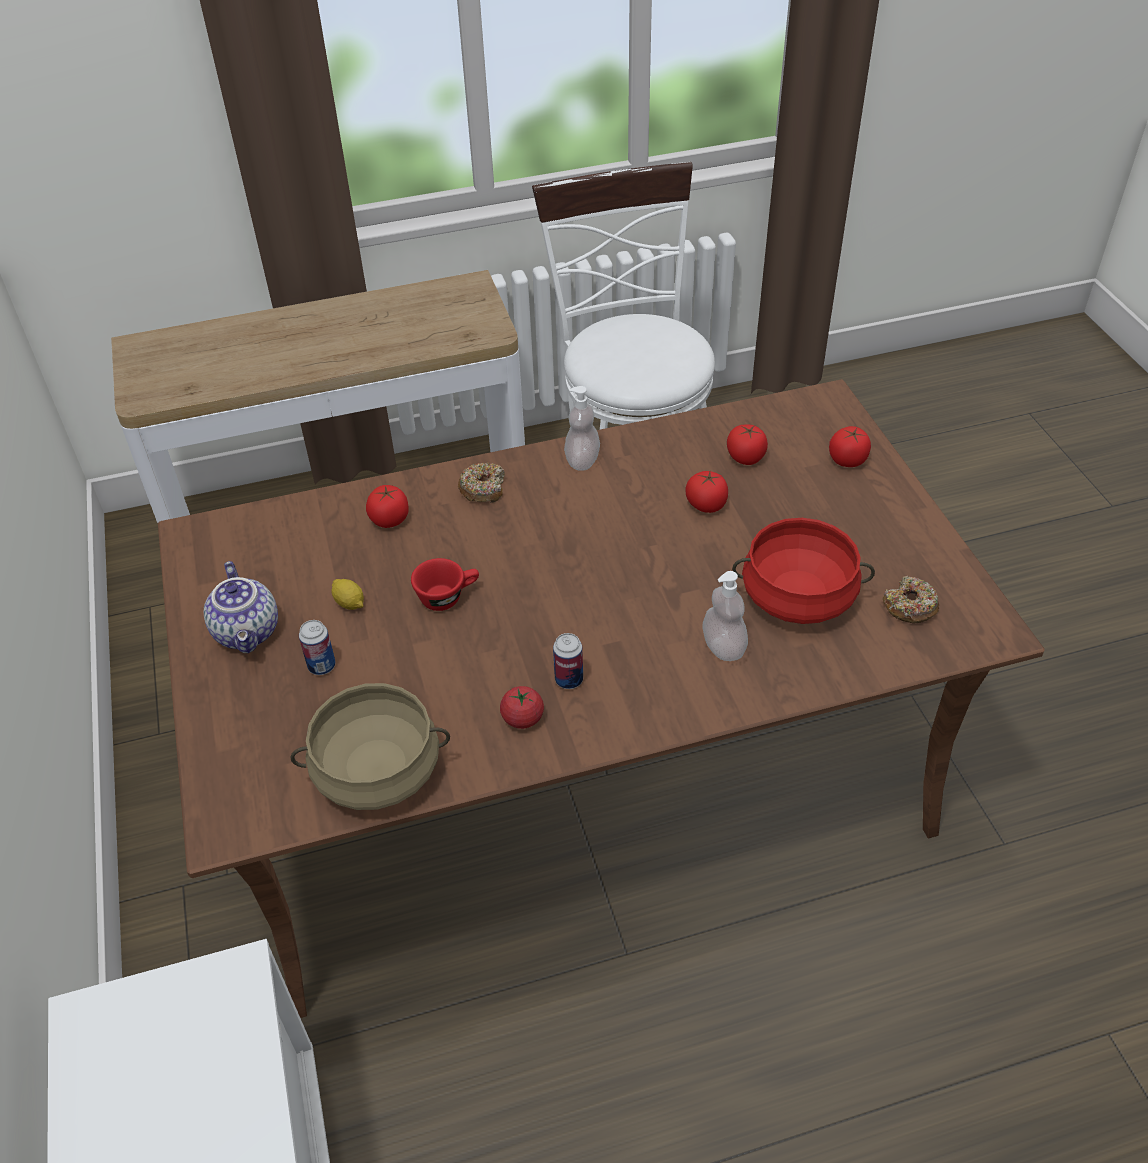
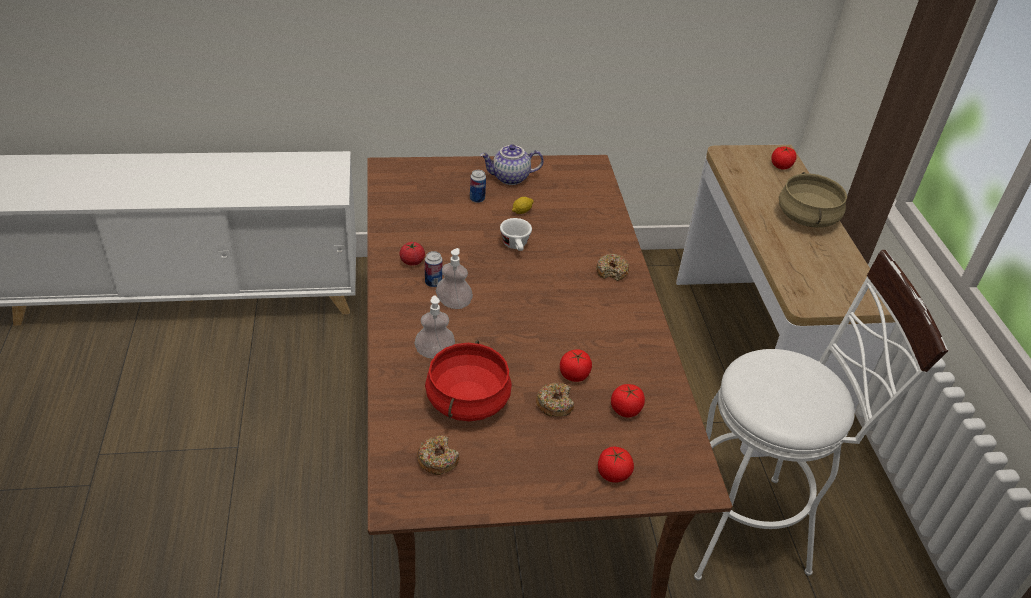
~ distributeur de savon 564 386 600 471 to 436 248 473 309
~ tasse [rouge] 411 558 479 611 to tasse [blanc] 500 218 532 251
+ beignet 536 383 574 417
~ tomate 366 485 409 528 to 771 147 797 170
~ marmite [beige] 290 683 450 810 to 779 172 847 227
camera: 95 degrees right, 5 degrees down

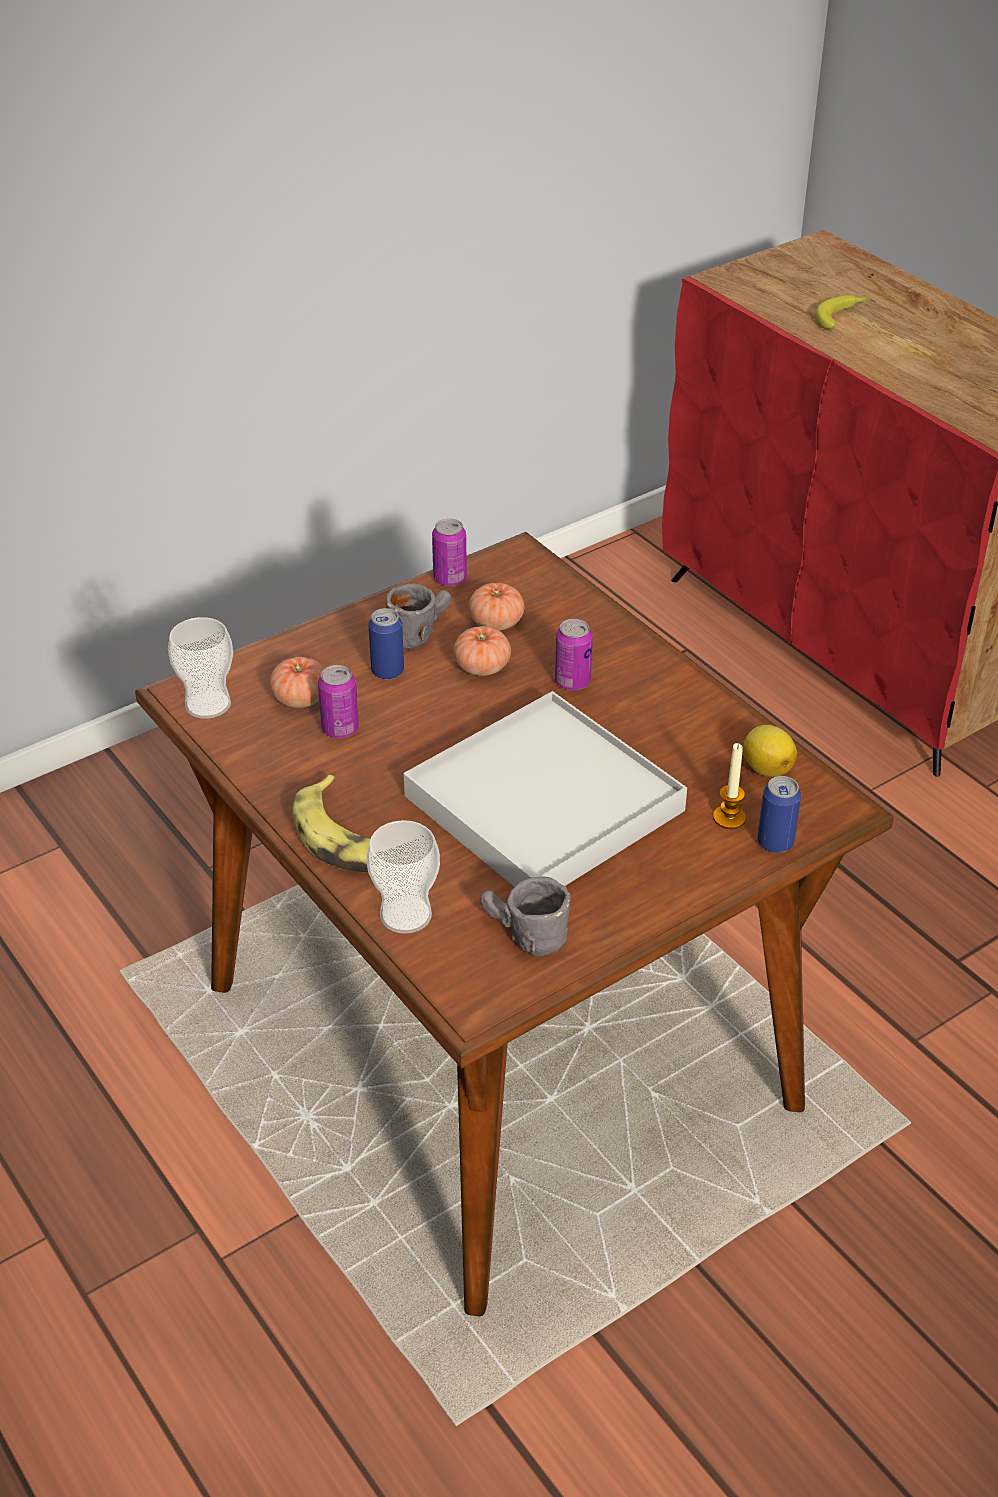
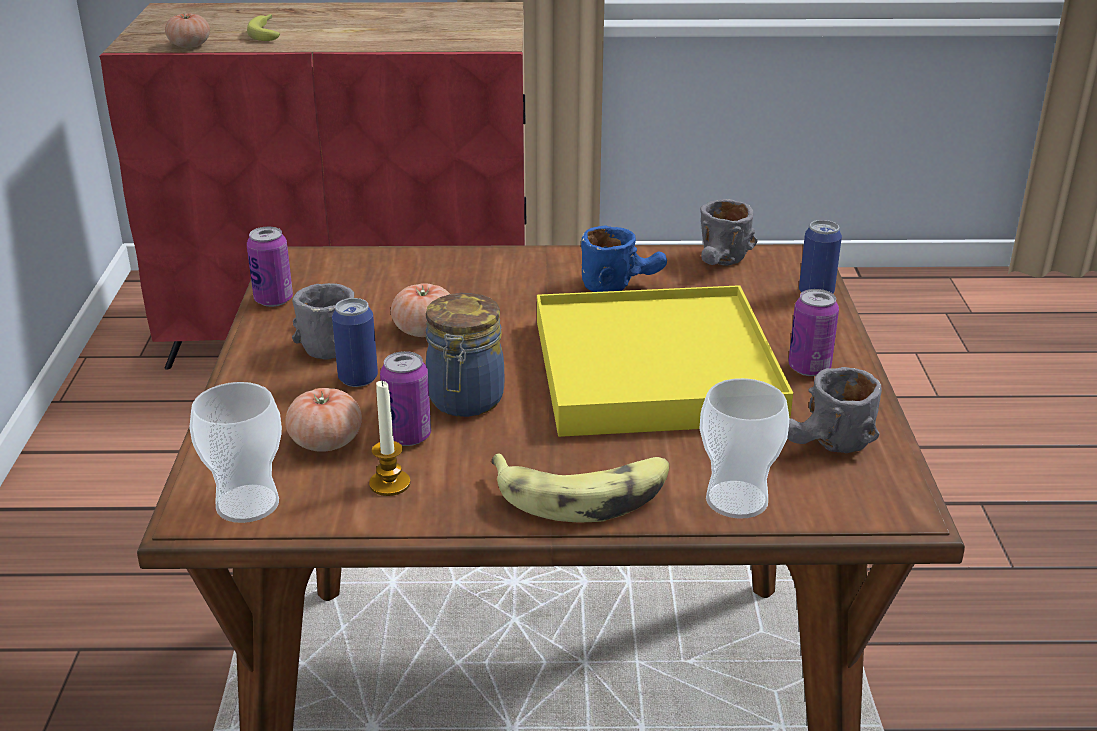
~ tomate 468 583 525 630 to 165 13 210 48
~ bougie 713 743 746 829 to 369 381 410 496
+ bocal 425 293 504 417
~ plateau [blanc] 403 691 687 887 to plateau [jaune] 537 285 793 437
+ mug [bleu] 581 225 667 292
~ citron 743 725 797 777 to mug [gris] 700 199 758 266
~ boîte métallique 555 619 593 690 to 788 289 839 376
camera: 55 degrees left, 10 degrees down

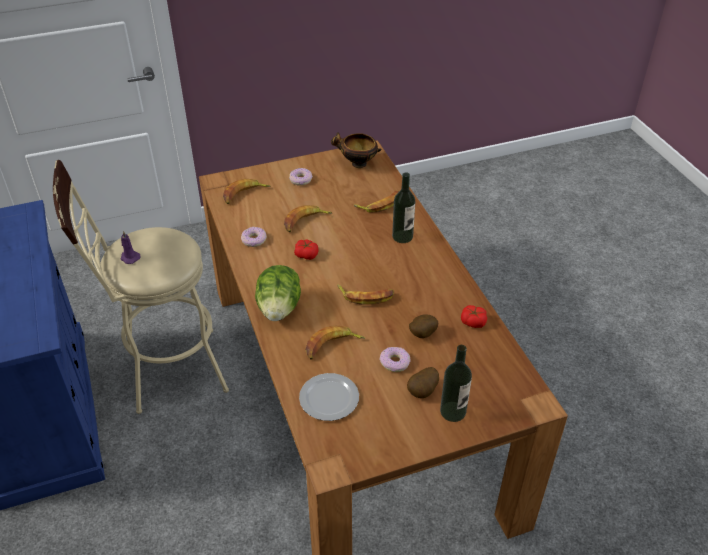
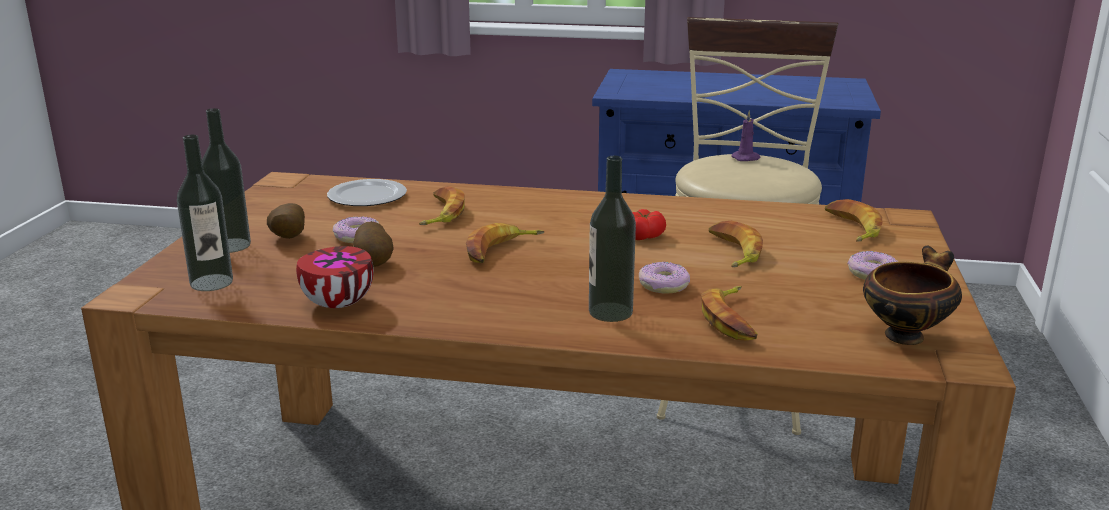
+ bouteille 177 135 233 291
~ tomate 461 305 487 328 to bol 296 246 374 308
~ beignet 241 227 267 247 to 639 262 690 294
- laitue 255 265 301 321
camera: 120 degrees right, 20 degrees down

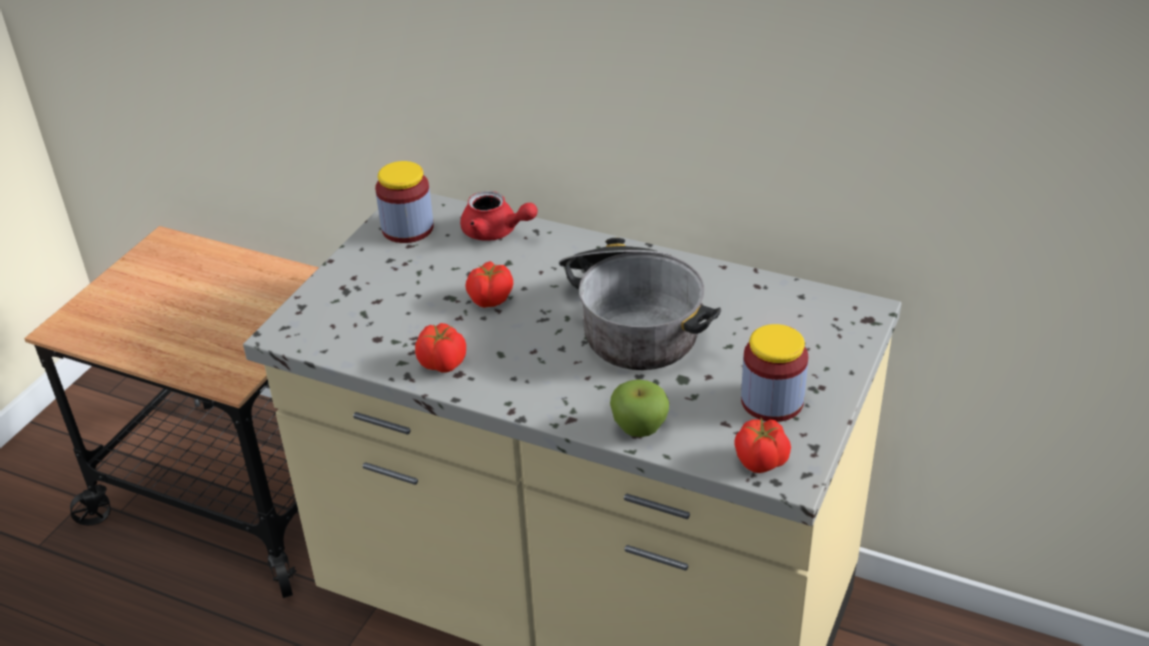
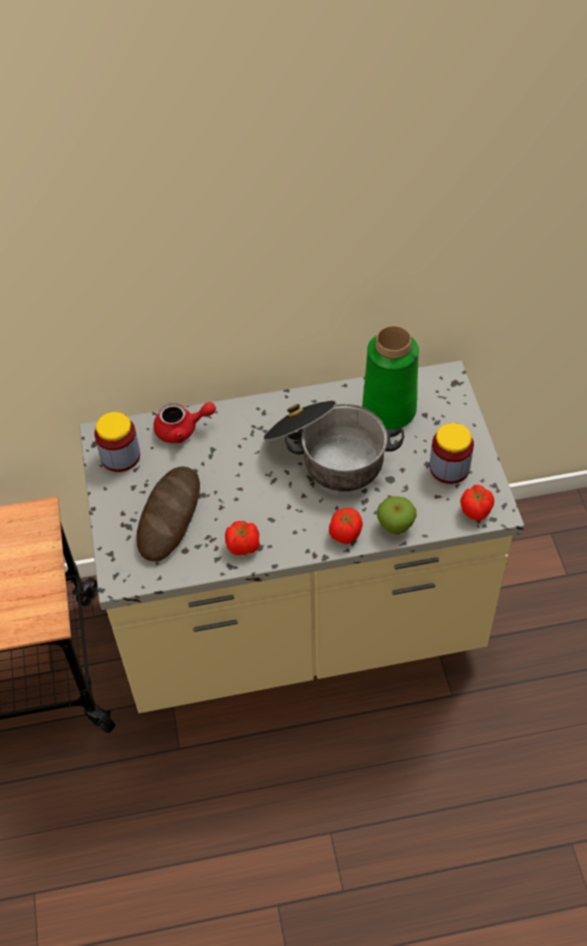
+ pain 136 466 200 562
~ tomate 465 261 513 308 to 329 508 363 544
+ vase [vert] 362 326 419 429
camera: 35 degrees left, 15 degrees up

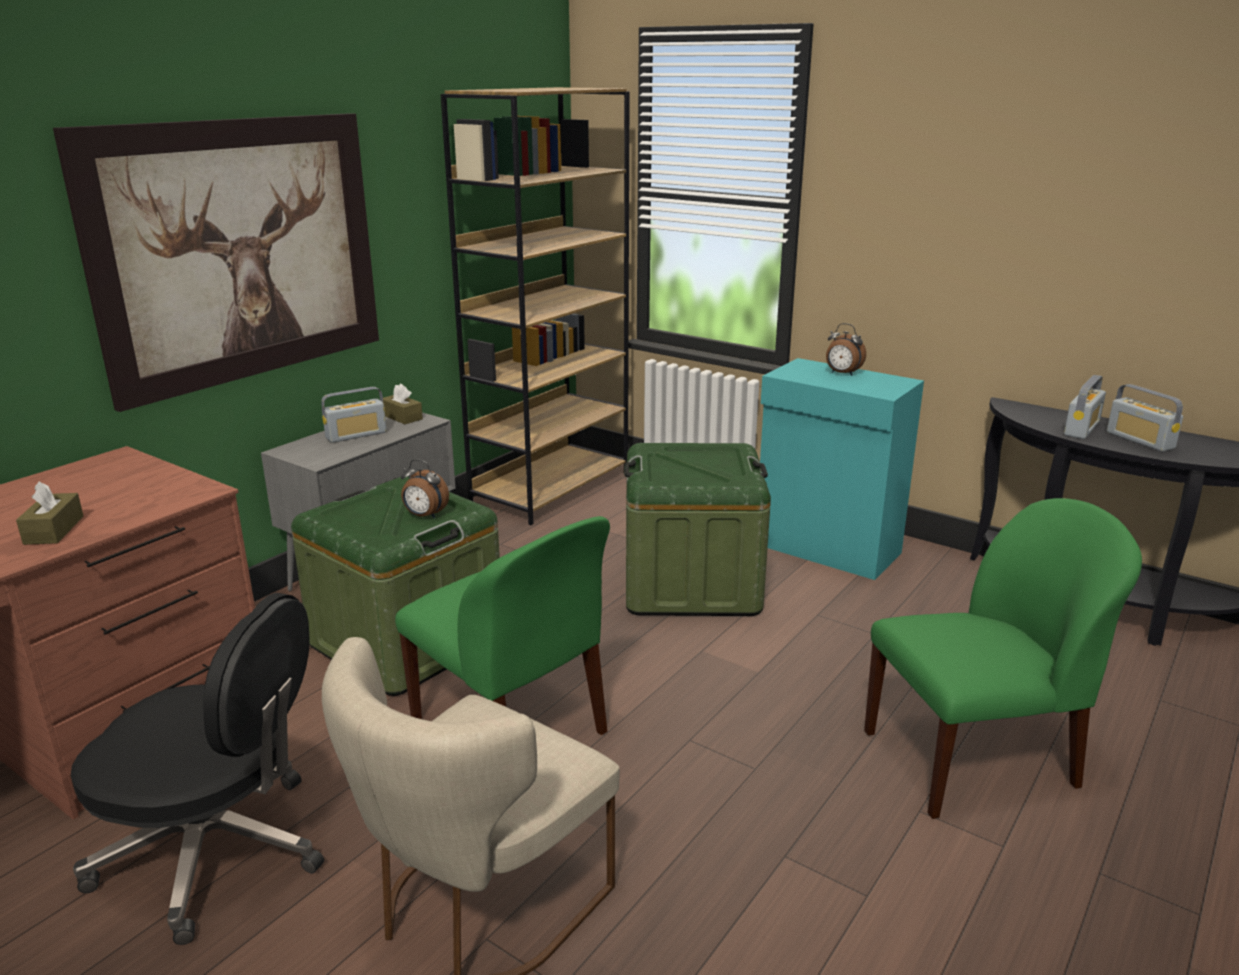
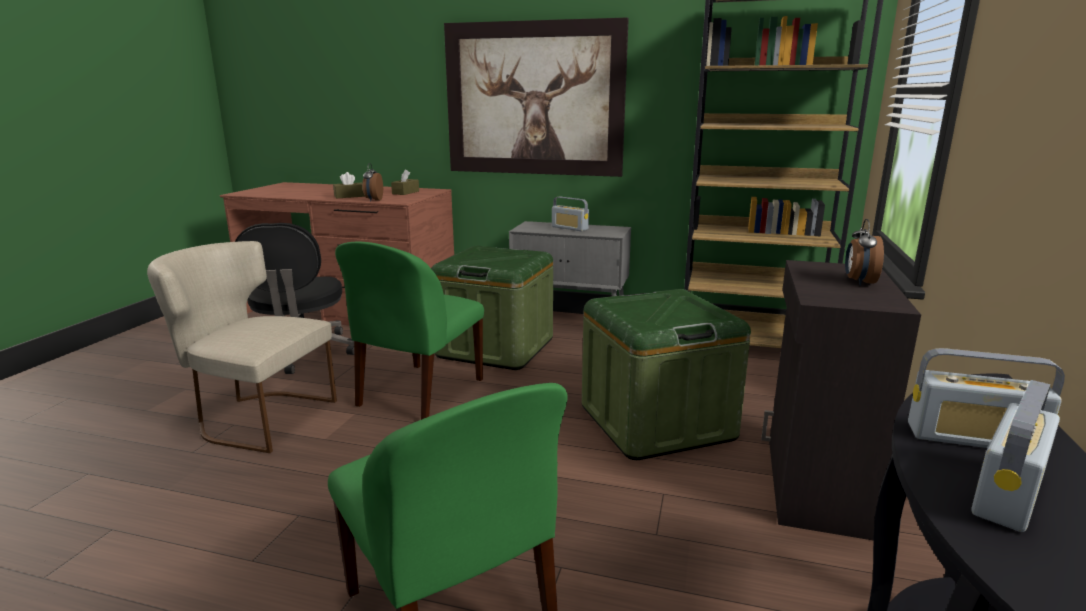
~ réveil 401 459 449 519 to 362 163 383 202
~ boîte à mouchoirs [marron] 383 384 423 424 to 391 169 419 195
~ meuble de rangement [turquoise] 760 358 924 580 to meuble de rangement [noir] 761 260 921 540
camera: 70 degrees right, 5 degrees down

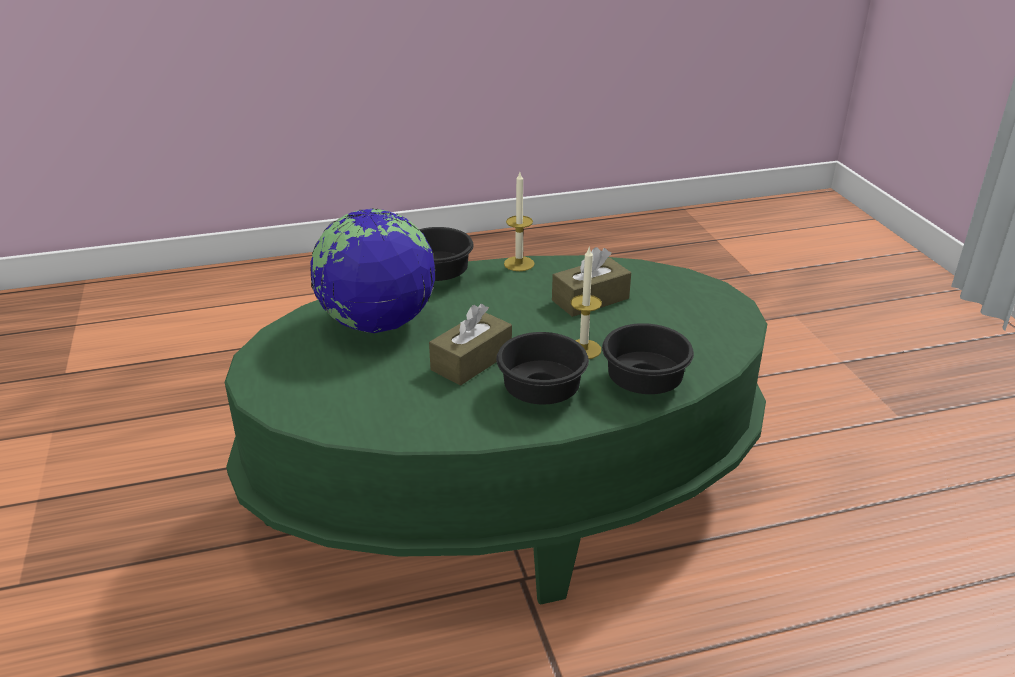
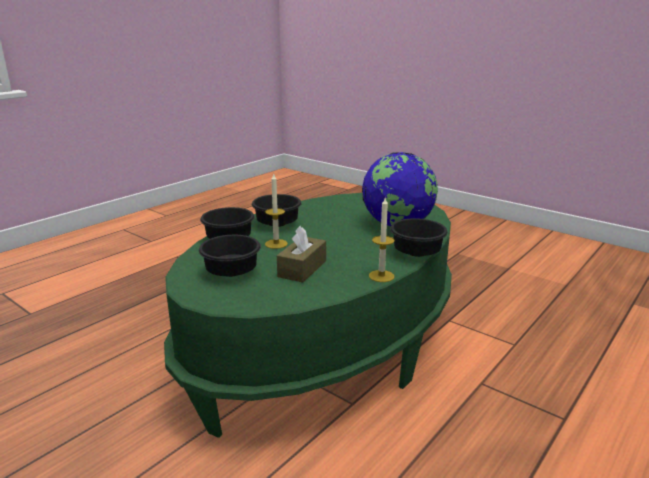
+ bol [noir] 199 235 261 277
- boîte à mouchoirs [marron] 429 304 512 386
camera: 145 degrees right, 10 degrees down

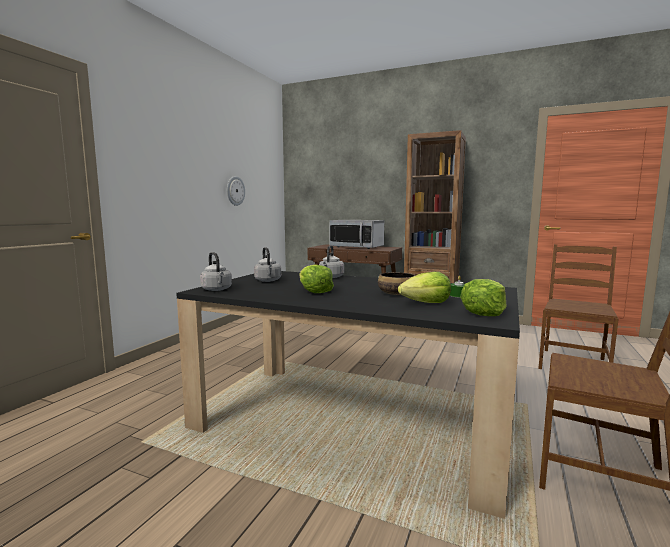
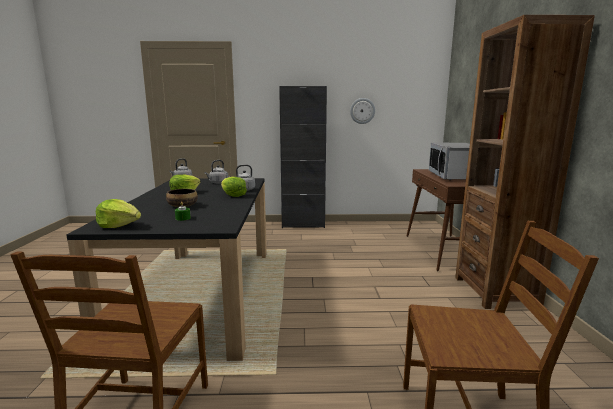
~ laitue 398 272 451 303 to 221 176 247 197
+ meuble de rangement [noir] 279 86 327 228
camera: 65 degrees right, 5 degrees up

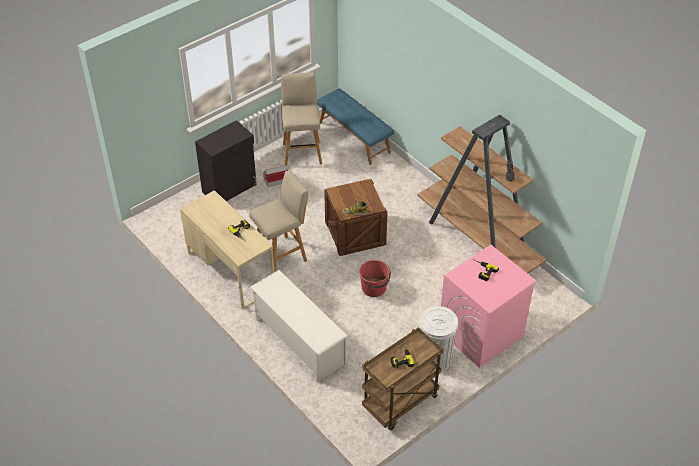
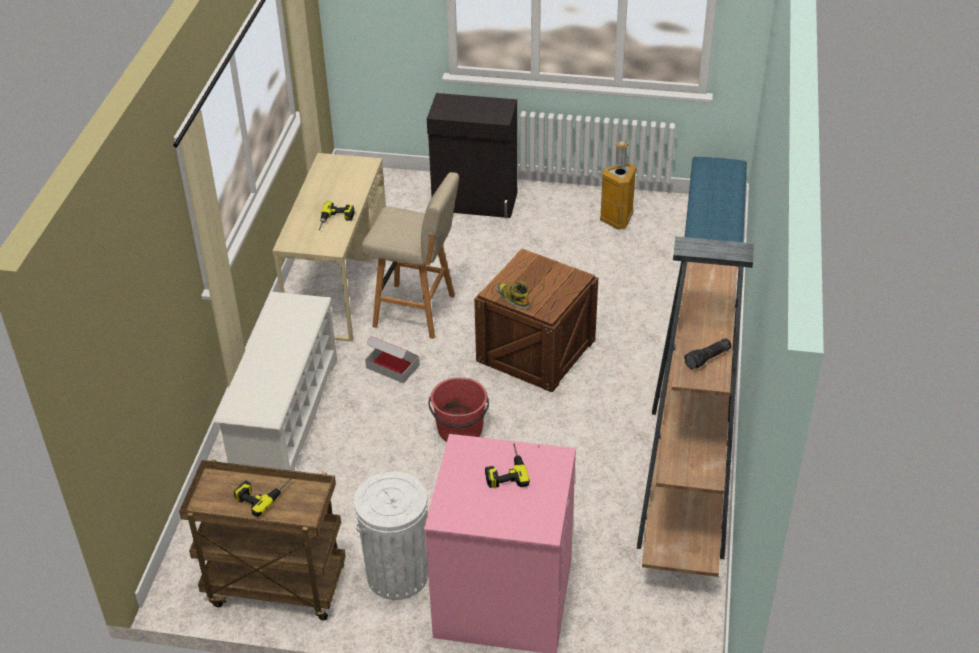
~ carton 263 165 289 187 to 365 336 420 383
~ tabouret [beige] 281 72 322 165 to poubelle 600 141 637 229
camera: 50 degrees right, 5 degrees down

